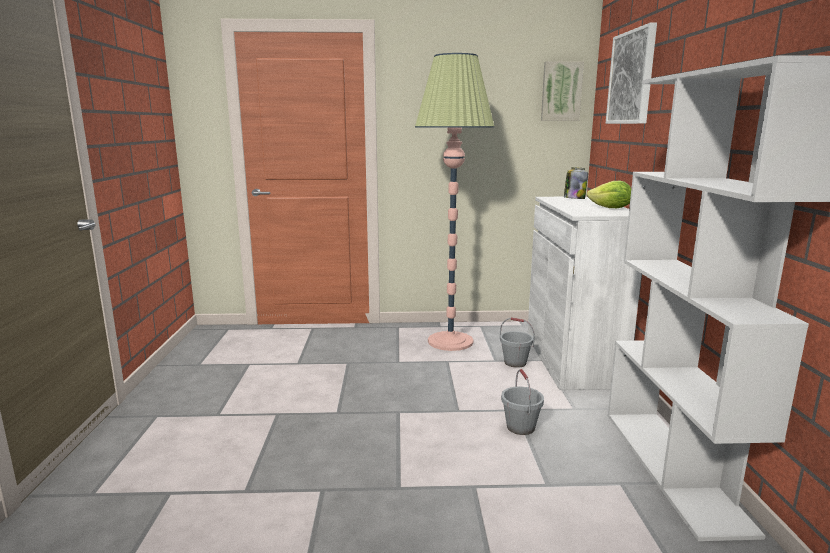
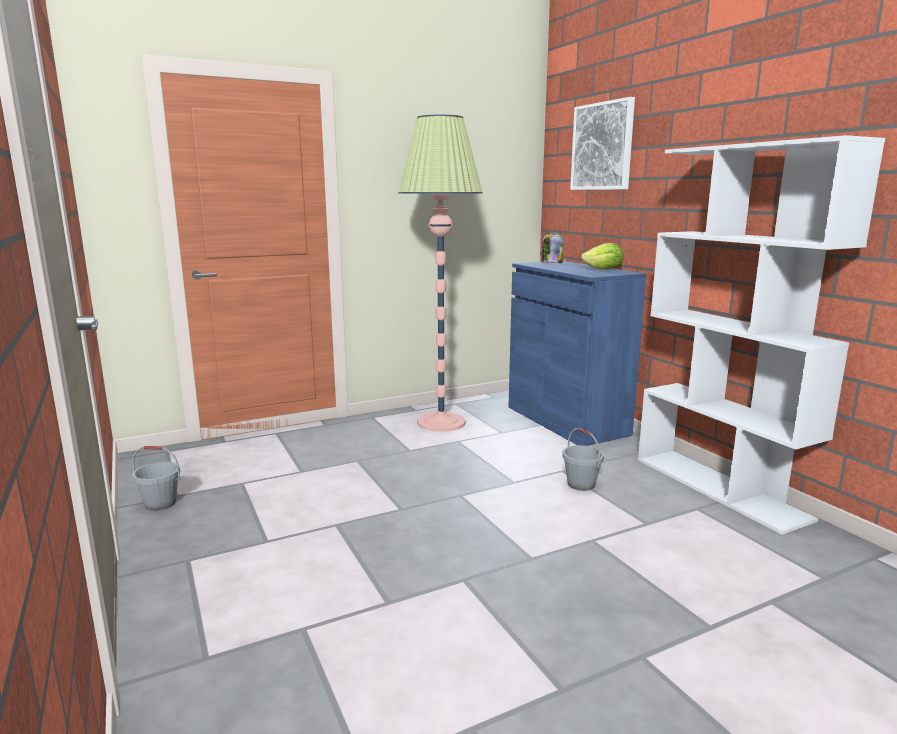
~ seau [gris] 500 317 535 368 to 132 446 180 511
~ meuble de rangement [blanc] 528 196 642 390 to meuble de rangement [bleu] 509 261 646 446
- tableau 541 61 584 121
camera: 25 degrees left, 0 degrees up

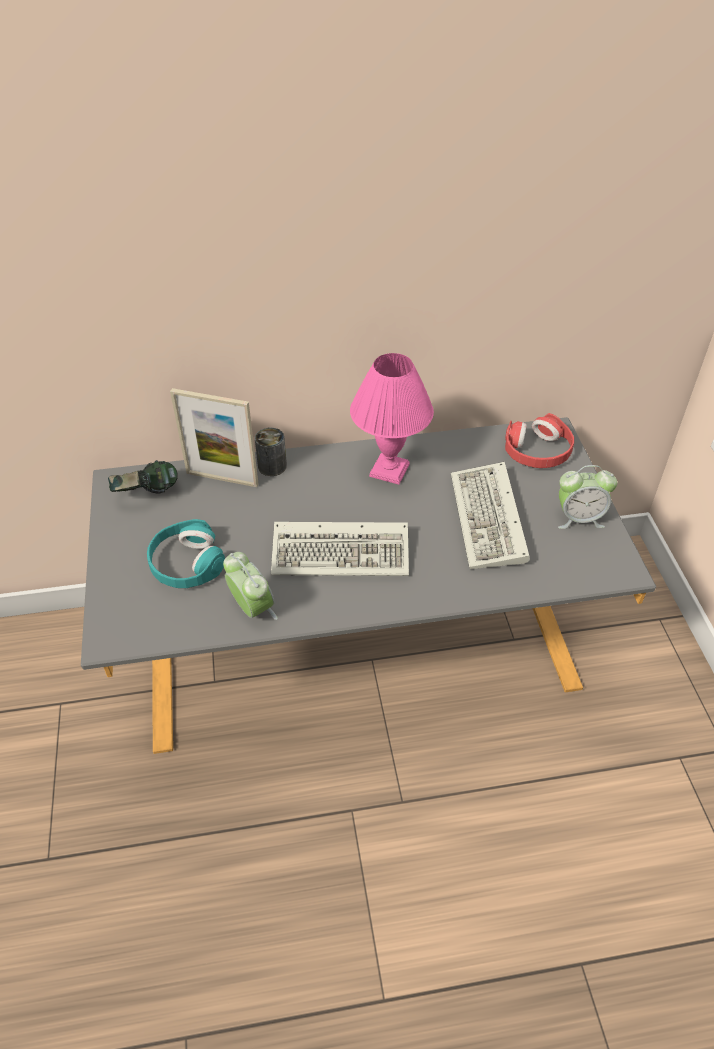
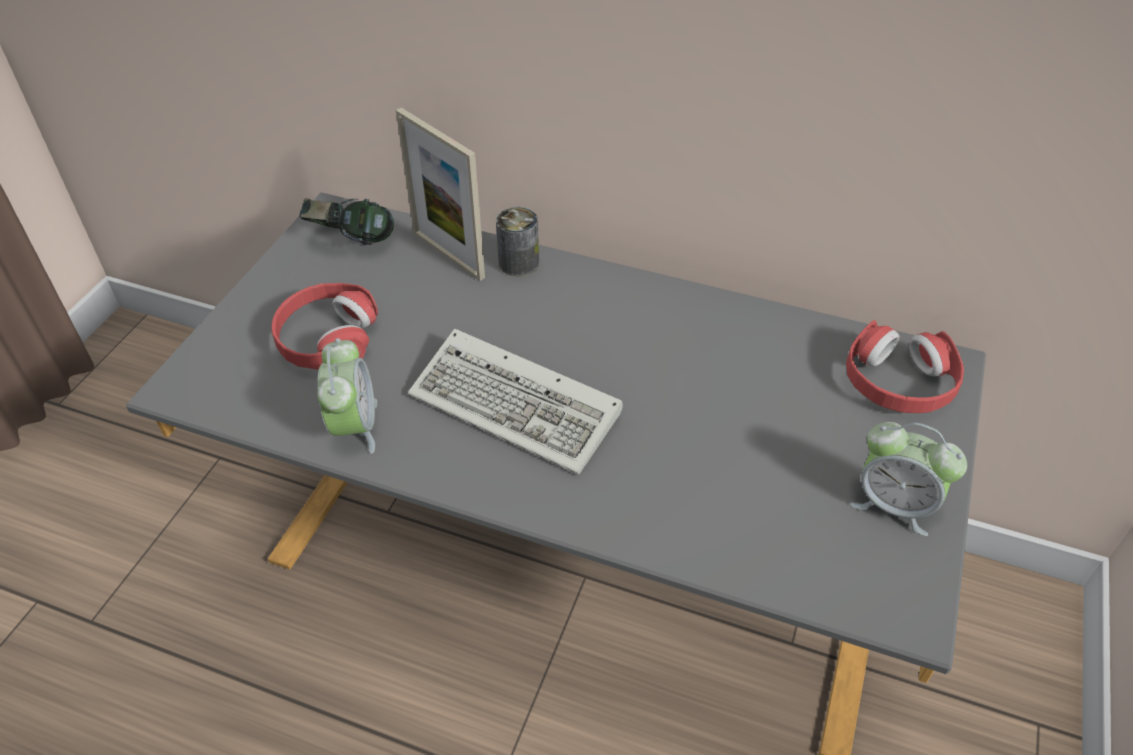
~ casque audio [turquoise] 147 519 225 588 to casque audio [rouge] 271 283 378 370
- lampe de table [rose] 350 353 434 485
- clavier 451 462 530 569
camera: 30 degrees right, 0 degrees up

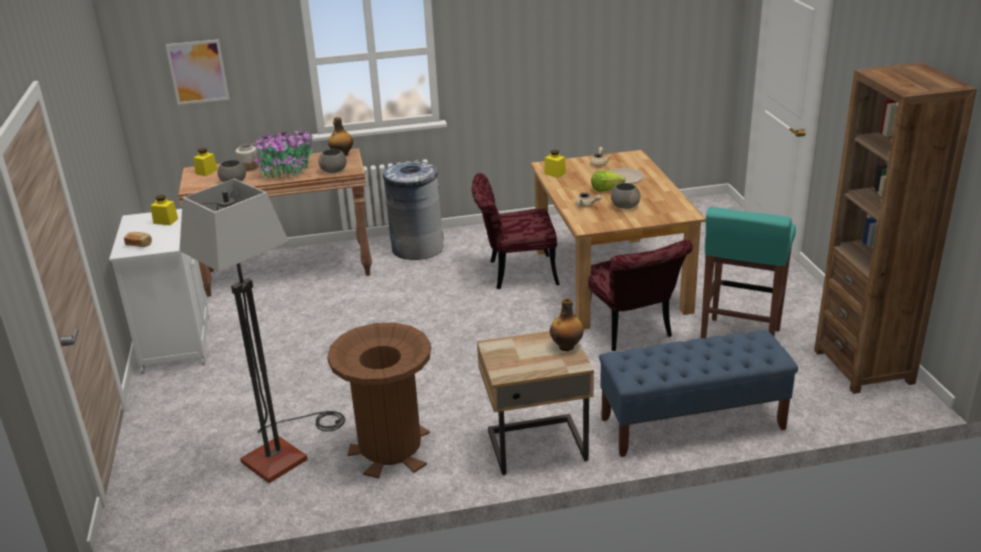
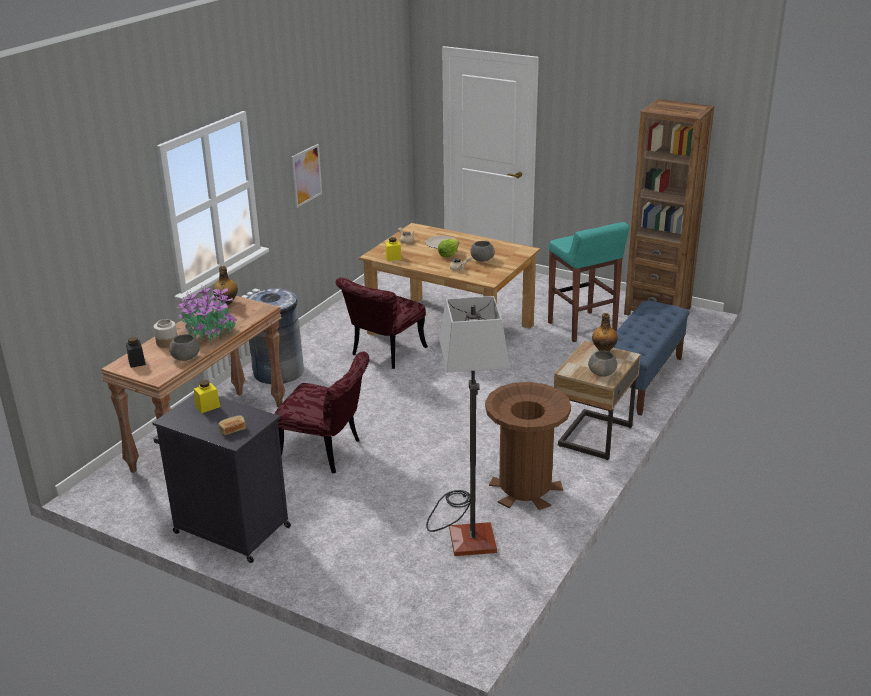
~ bocal [jaune] 193 148 218 176 to bocal [noir] 126 337 146 368
~ meuble de rangement [blanc] 109 209 209 374 to meuble de rangement [noir] 153 394 291 563
~ chaise [rouge] 588 240 693 351 to 274 351 369 473
~ tableau 166 39 230 105 to 291 144 322 208
~ bol [gris] 318 149 347 173 to 588 351 617 377
camera: 50 degrees left, 0 degrees up

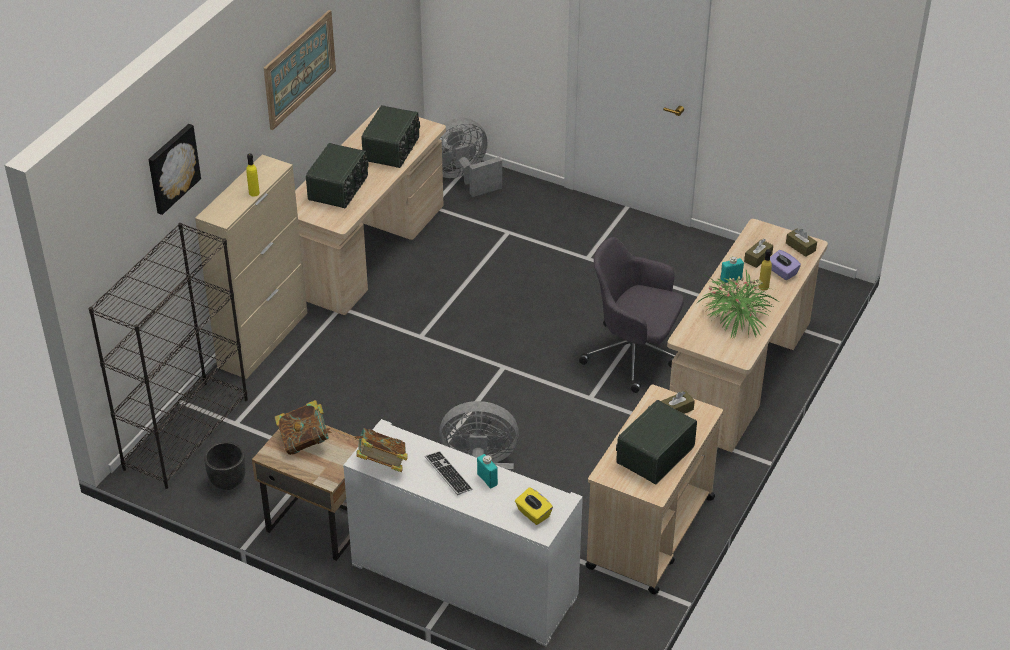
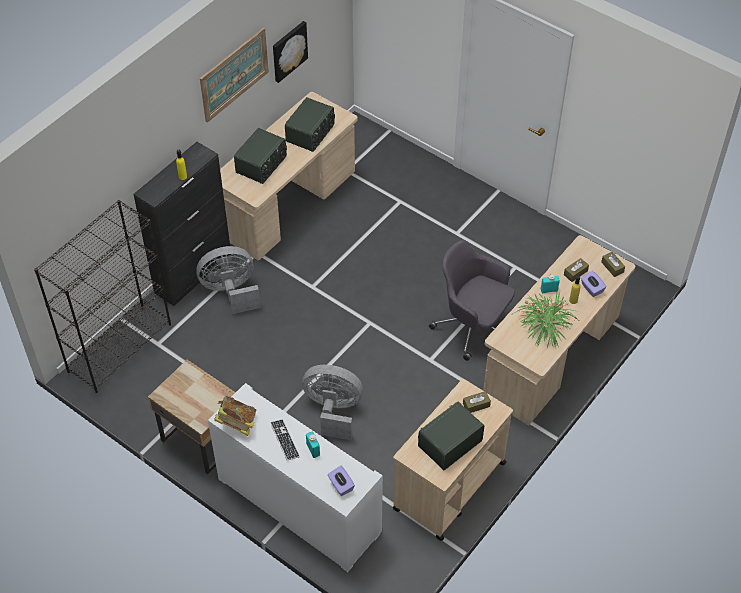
~ meuble de rangement [beige] 195 155 307 379 to meuble de rangement [noir] 133 142 231 306
~ ventilateur [gris] 441 118 502 197 to 196 246 261 314
~ tableau 148 124 201 215 to 273 21 308 83
~ boîte à mouchoirs [jaune] 515 487 553 525 to boîte à mouchoirs [violet] 328 465 355 496
- cache-pot [noir] 204 442 246 490
- livre 275 400 332 455
camera: 10 degrees right, 10 degrees up

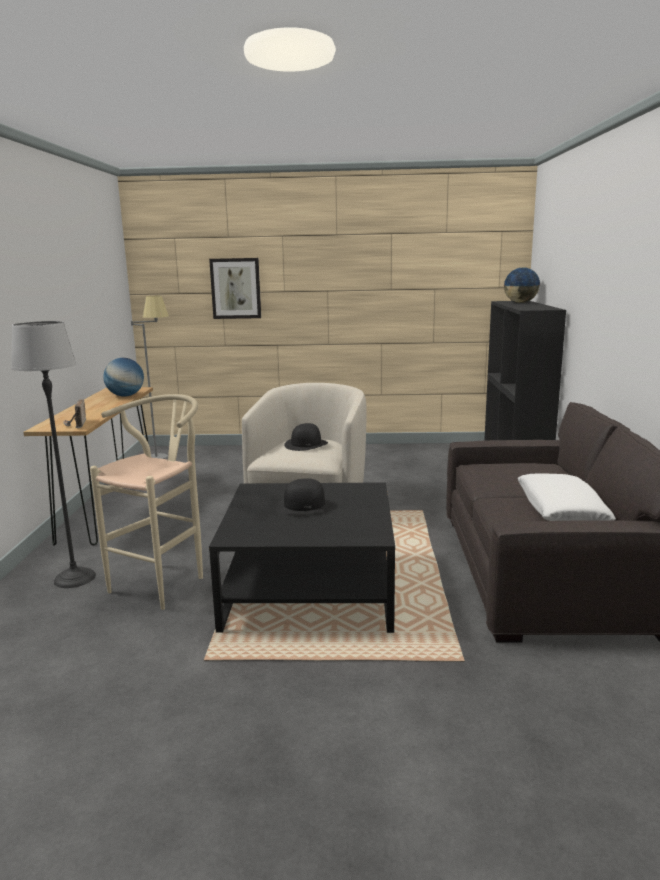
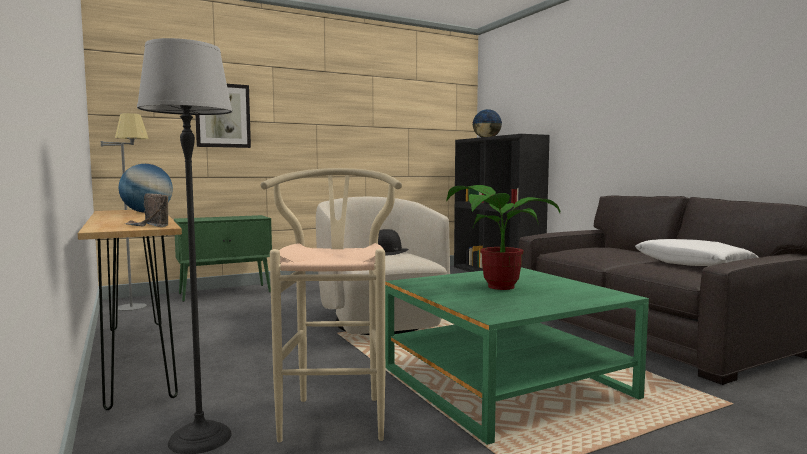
+ meuble de rangement [vert] 174 215 272 302
~ table basse [noir] 209 482 395 633 to table basse [vert] 385 267 649 445
~ chapeau [noir] 275 478 334 515 to plante en pot 446 185 560 290
camera: 30 degrees left, 10 degrees down

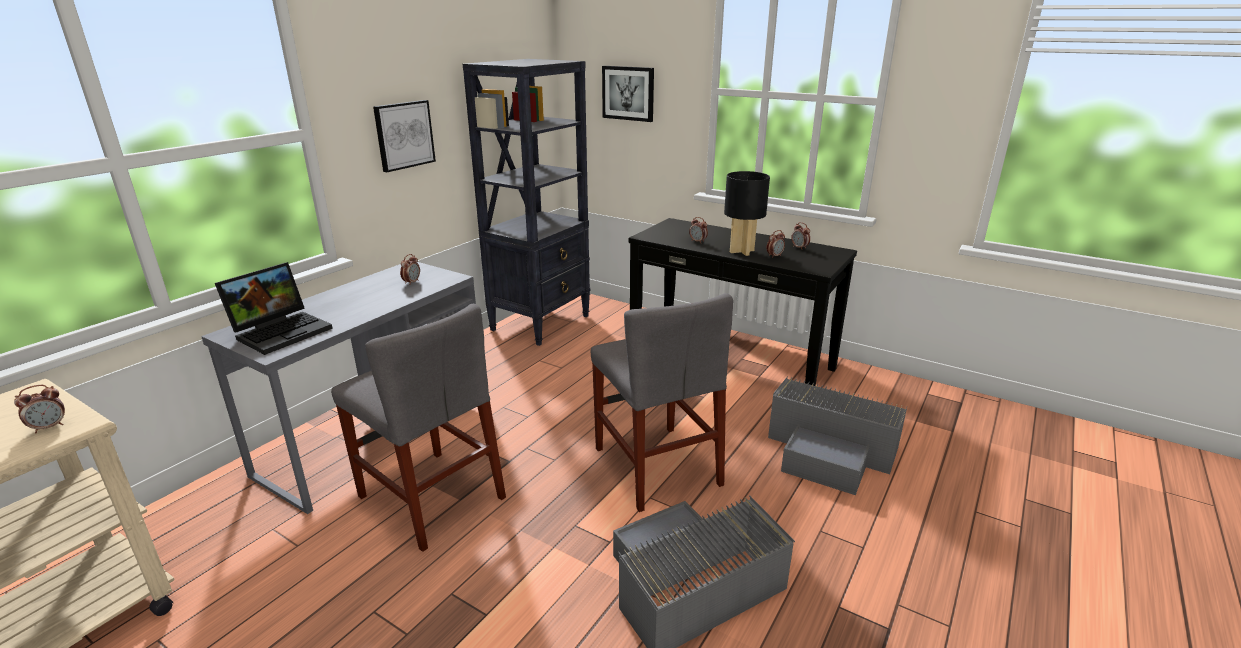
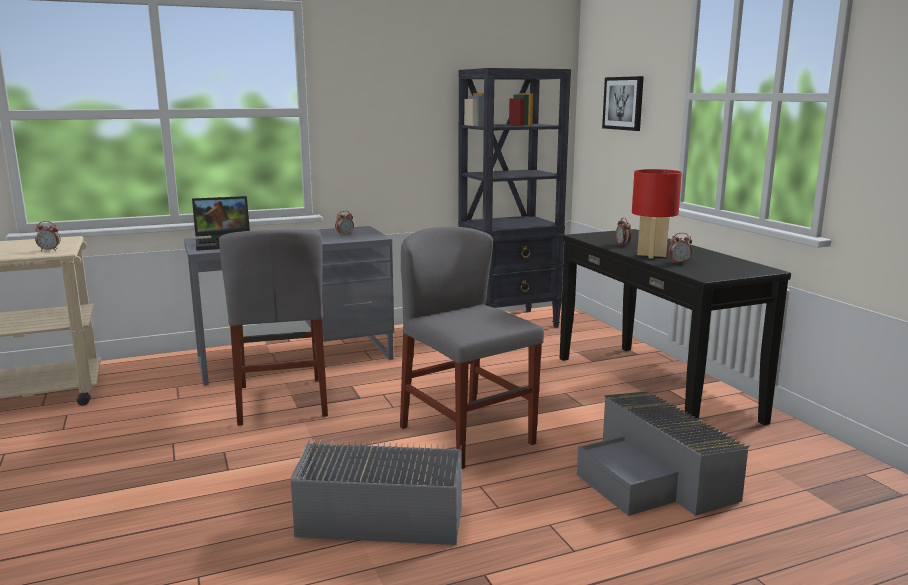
~ chaise [gris] 591 293 733 512 = 400 227 544 469 135 degrees clockwise
~ lampe de table [noir] 724 171 770 256 to lampe de table [rouge] 632 169 682 259
- tableau 373 100 436 172
- réveil 791 222 810 250
camera: 35 degrees right, 10 degrees down

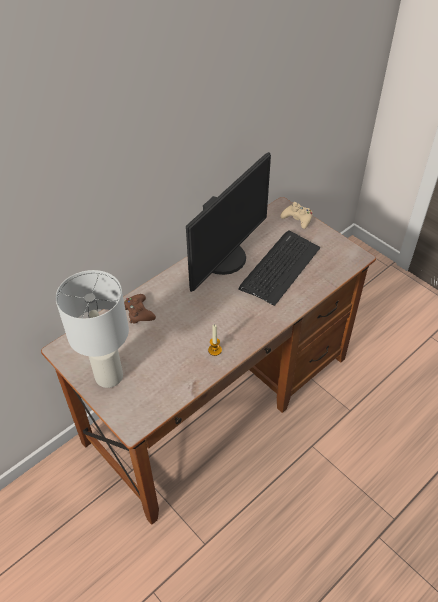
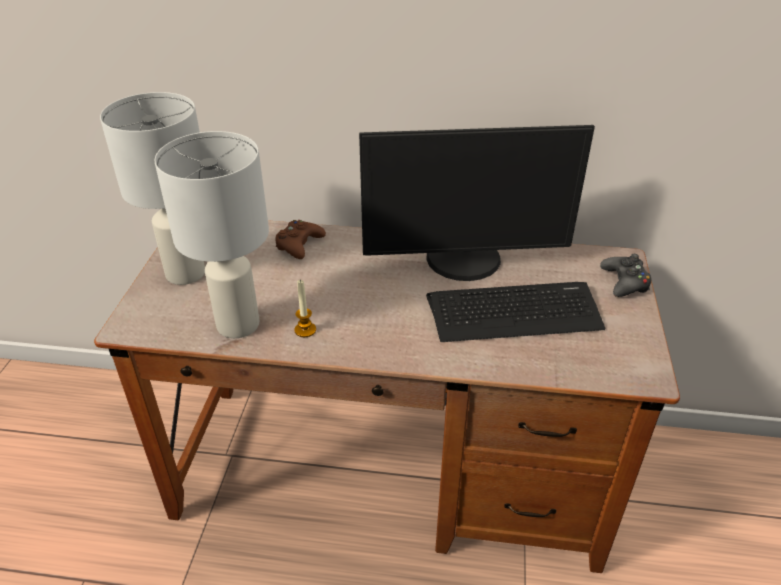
+ lampe de table [blanc] 154 131 269 338
~ manette [beige] 280 202 313 229 to manette [noir] 600 254 651 297
camera: 50 degrees right, 10 degrees down

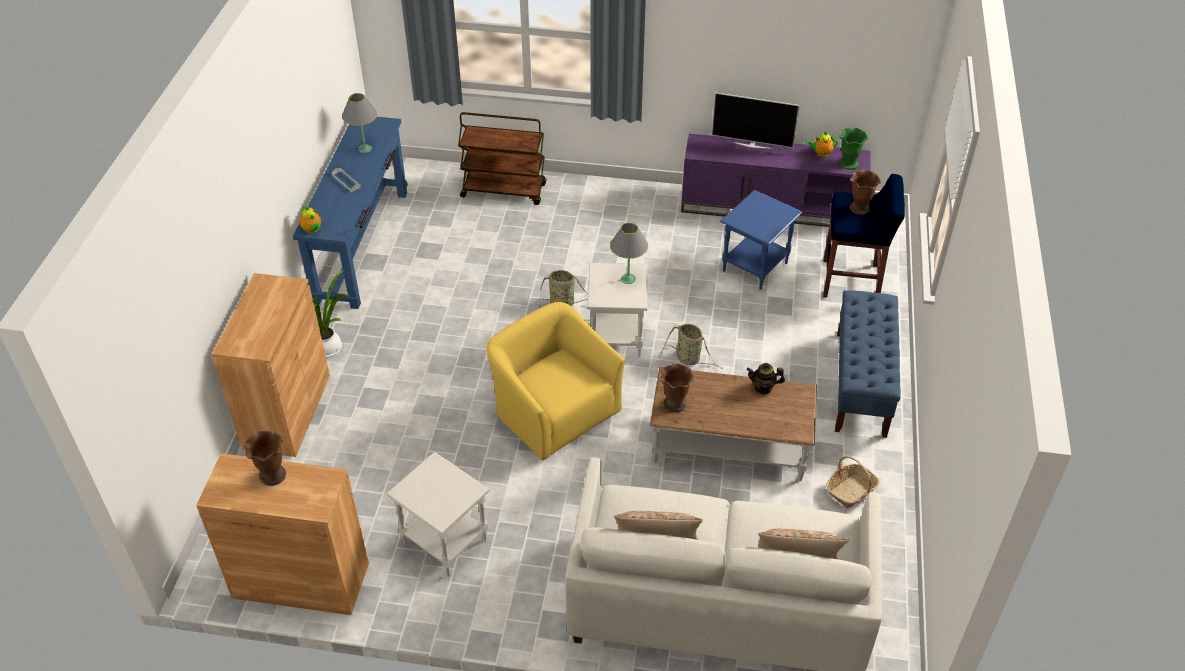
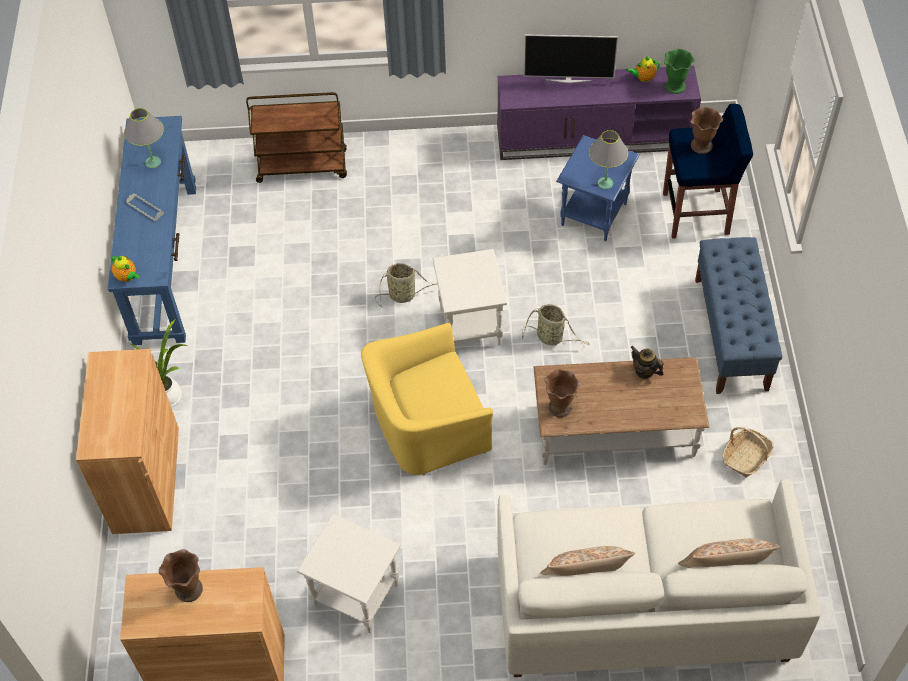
~ fauteuil [jaune] 486 302 625 460 = 361 323 493 476 60 degrees counterclockwise
~ lampe de table [gris] 610 223 648 284 to 589 130 628 189
~ théière 746 363 785 394 = 630 346 663 379 45 degrees clockwise
camera: 10 degrees left, 10 degrees up

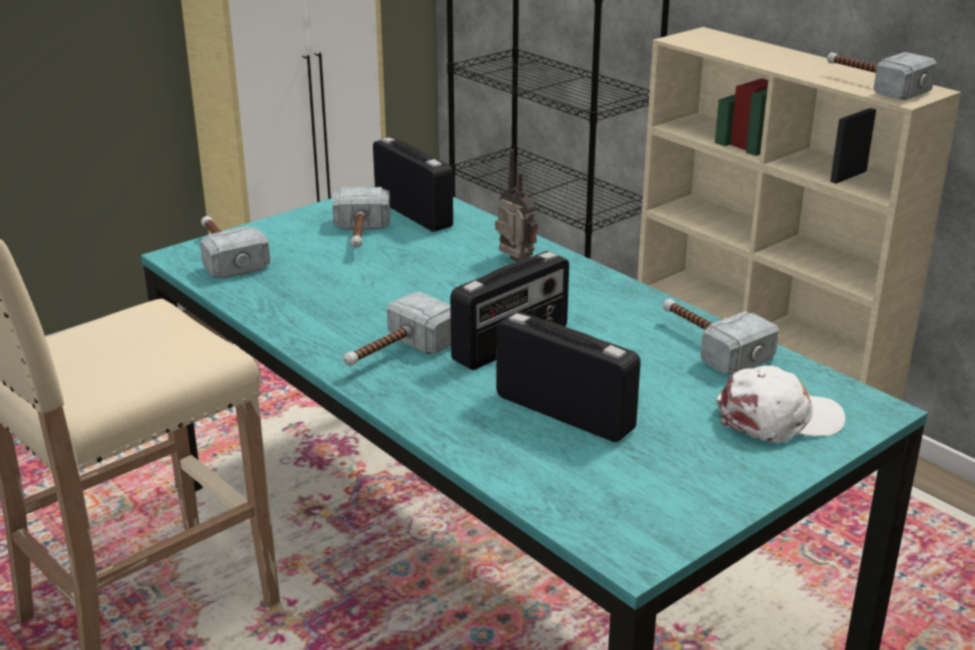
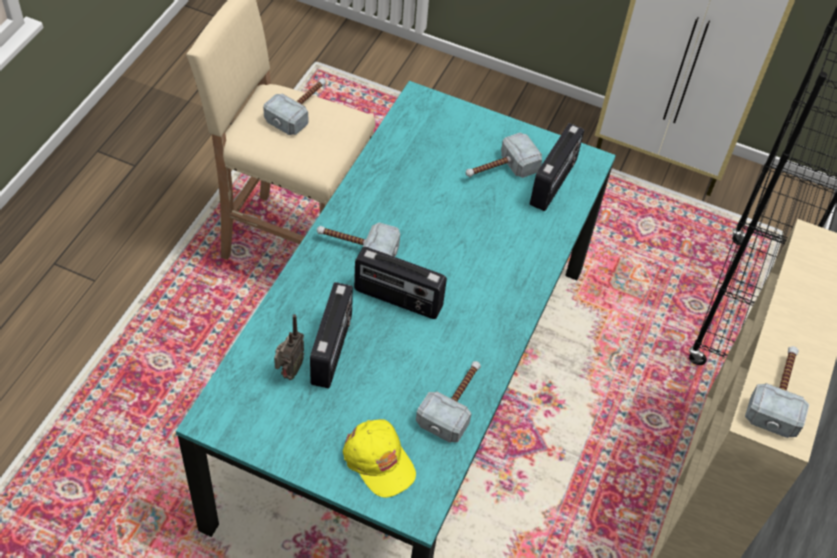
~ marteau 200 216 270 279 to 263 78 326 135
~ radio 495 149 538 261 to 274 314 304 380
~ casquette [blanc] 716 365 845 443 to casquette [jaune] 343 419 416 498
camera: 60 degrees right, 25 degrees up

